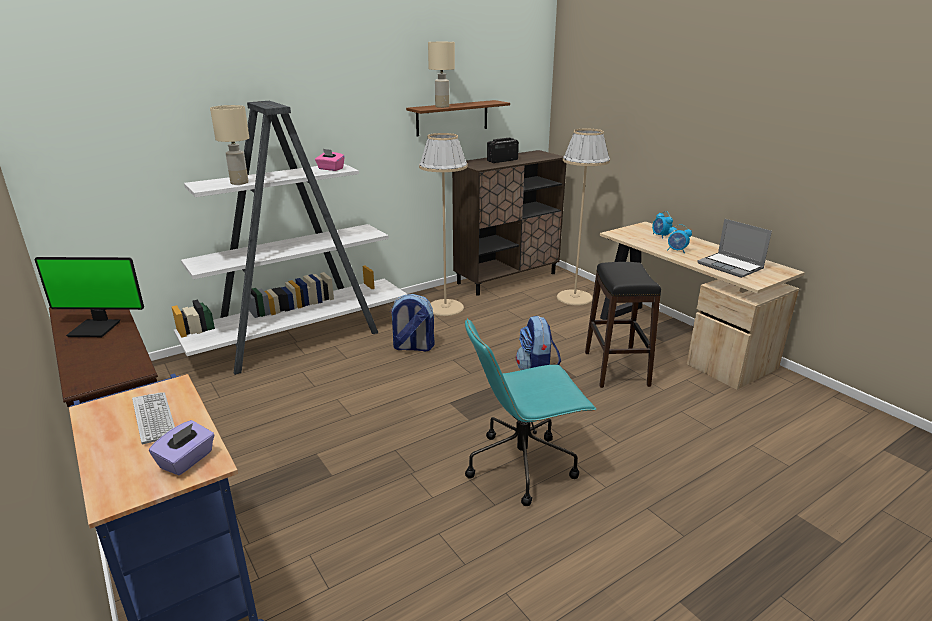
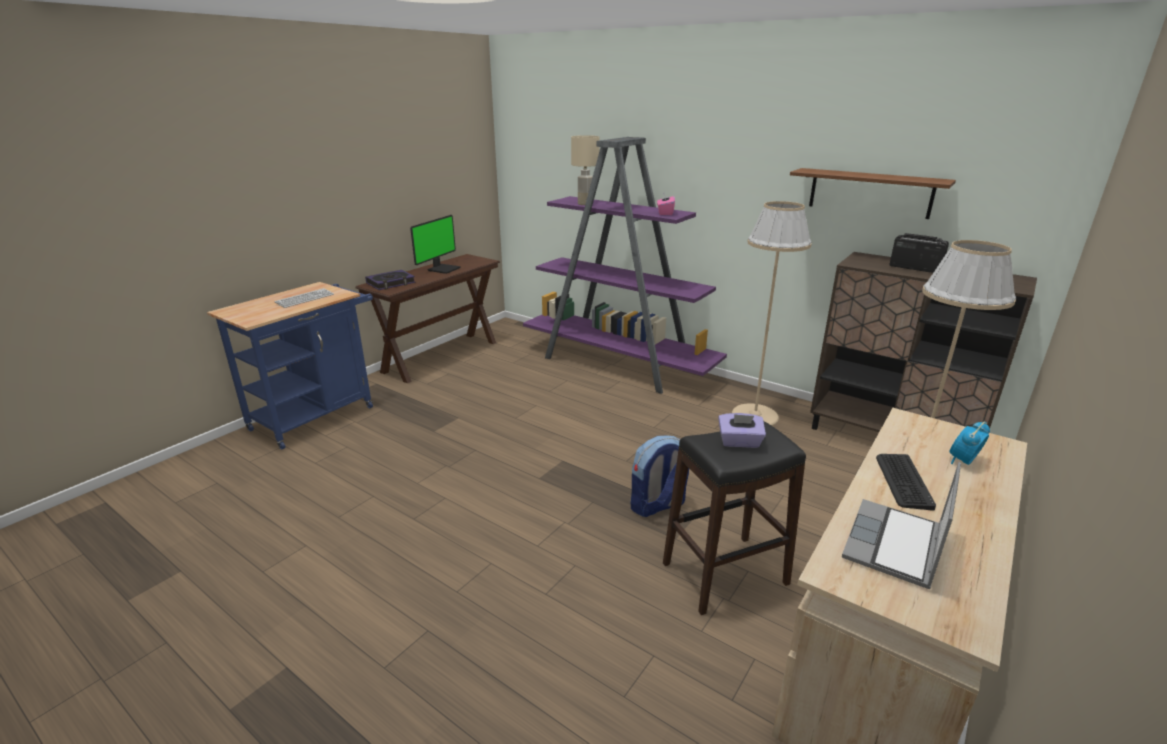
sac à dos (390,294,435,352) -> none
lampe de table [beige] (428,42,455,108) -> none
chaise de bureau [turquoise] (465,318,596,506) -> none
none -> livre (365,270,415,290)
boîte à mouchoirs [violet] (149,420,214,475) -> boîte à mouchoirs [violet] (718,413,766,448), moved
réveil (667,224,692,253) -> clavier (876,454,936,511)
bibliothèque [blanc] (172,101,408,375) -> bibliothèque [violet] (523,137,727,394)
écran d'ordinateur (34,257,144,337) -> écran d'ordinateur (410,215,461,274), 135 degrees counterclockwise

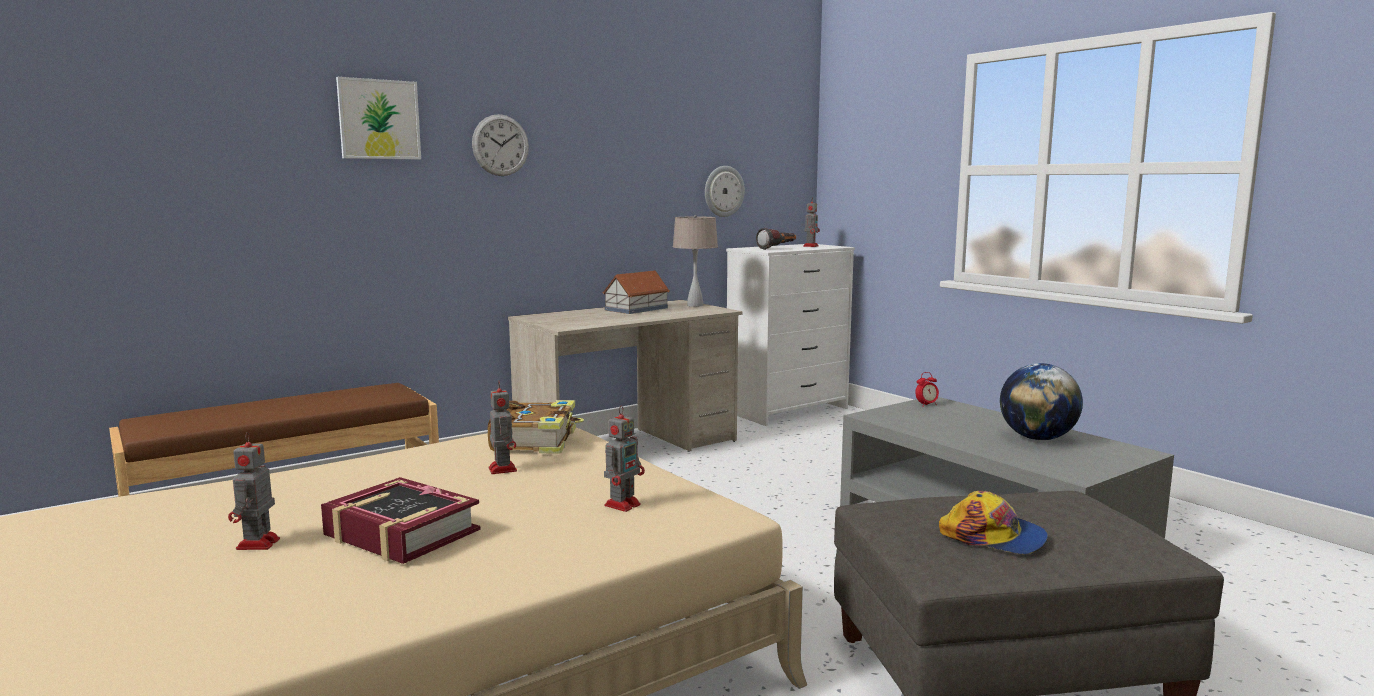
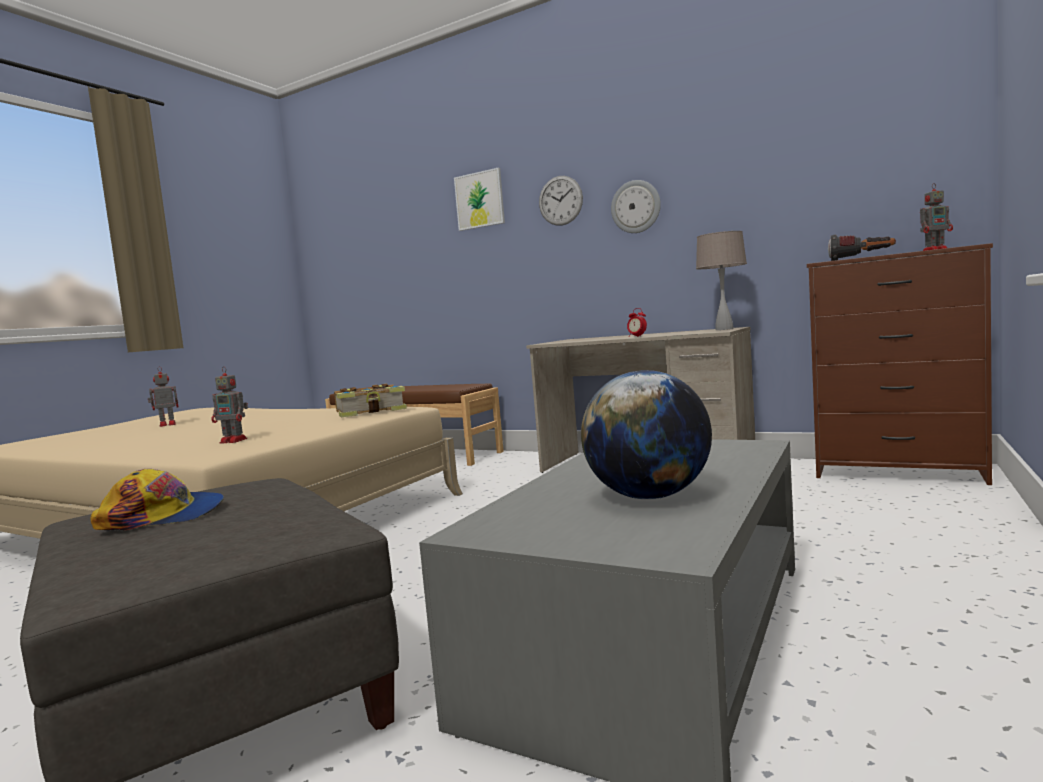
livre (321,477,481,564) -> none
robot jouet (489,382,517,474) -> none
maison miniature (603,270,670,314) -> none
horloge murale (705,166,745,217) -> horloge murale (611,180,661,233), moved
réveil (915,372,939,406) -> réveil (627,308,647,337), moved
commode [blanc] (726,244,855,426) -> commode [marron] (807,243,993,485)
casquette (939,491,1048,554) -> casquette (91,469,224,530), 105 degrees counterclockwise

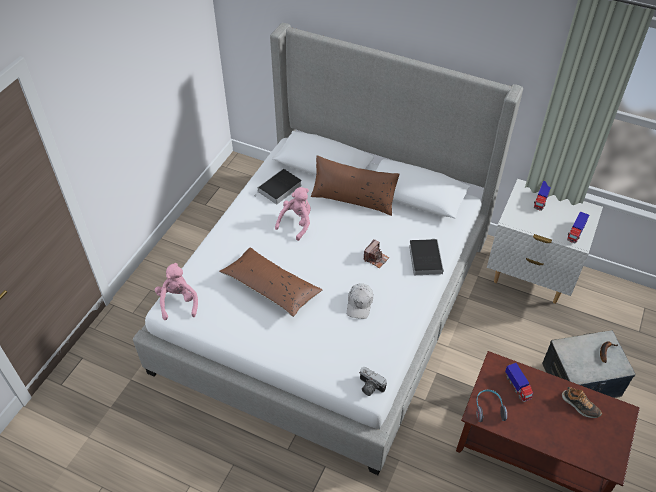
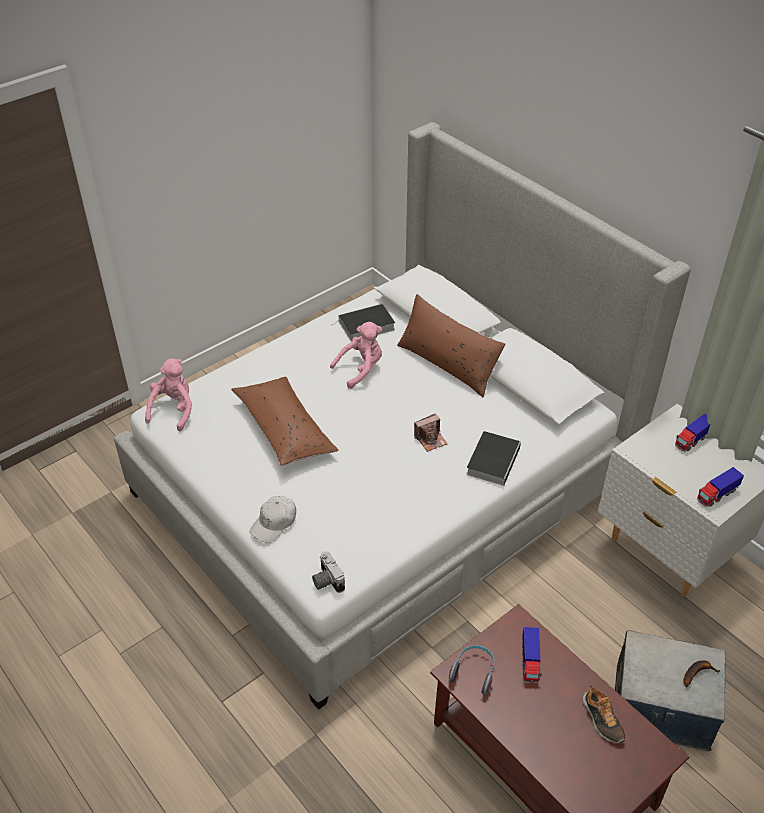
casquette [blanc] (347,283,373,319) -> casquette [blanc] (250,496,296,543), moved

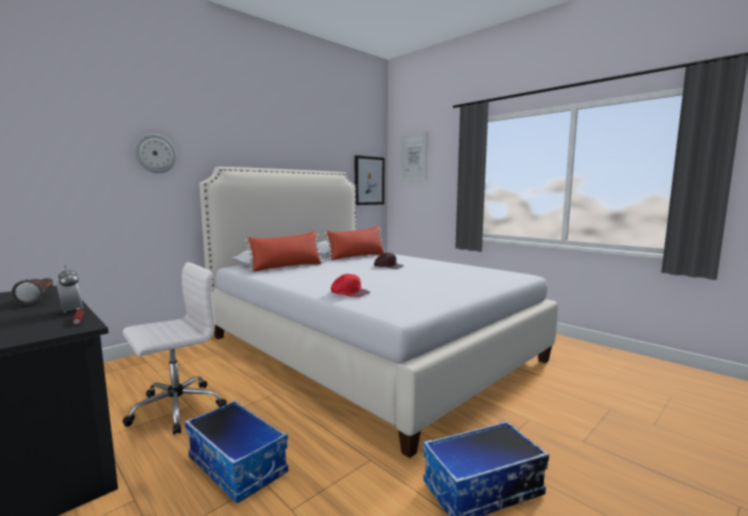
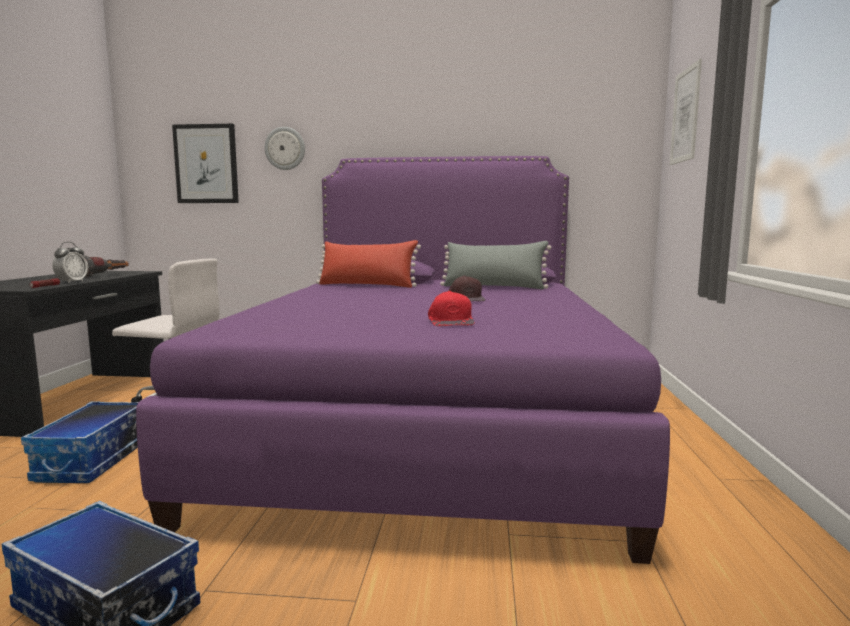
casquette [rouge] (331,273,370,297) -> casquette [rouge] (428,291,475,326), moved
tableau (355,155,384,205) -> tableau (172,124,239,203), moved
lit [blanc] (199,167,558,458) -> lit [violet] (136,156,670,564)
coussin [rouge] (324,226,385,260) -> coussin [gris] (440,241,551,290)

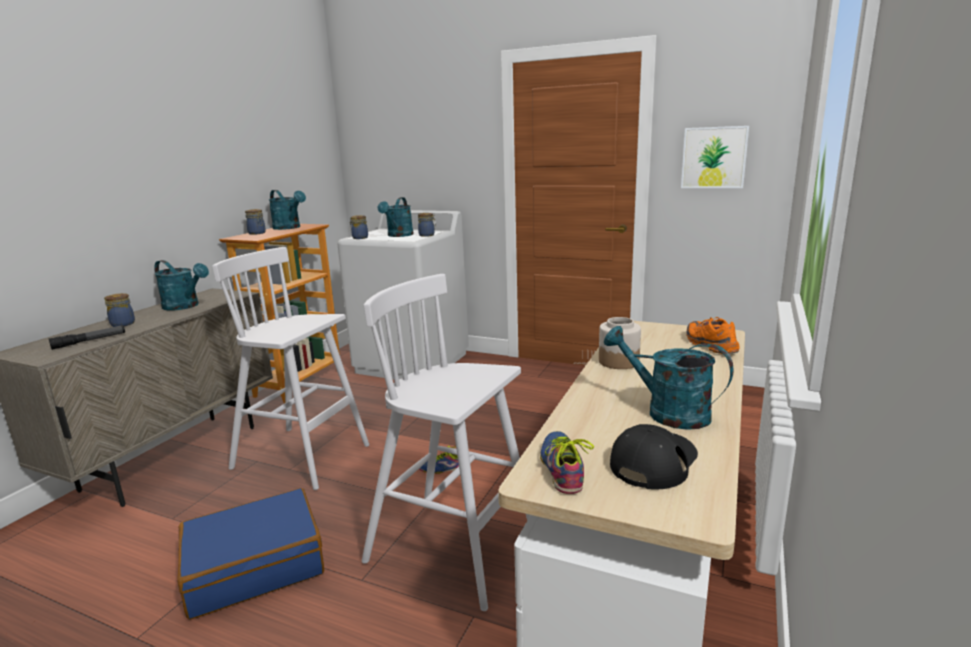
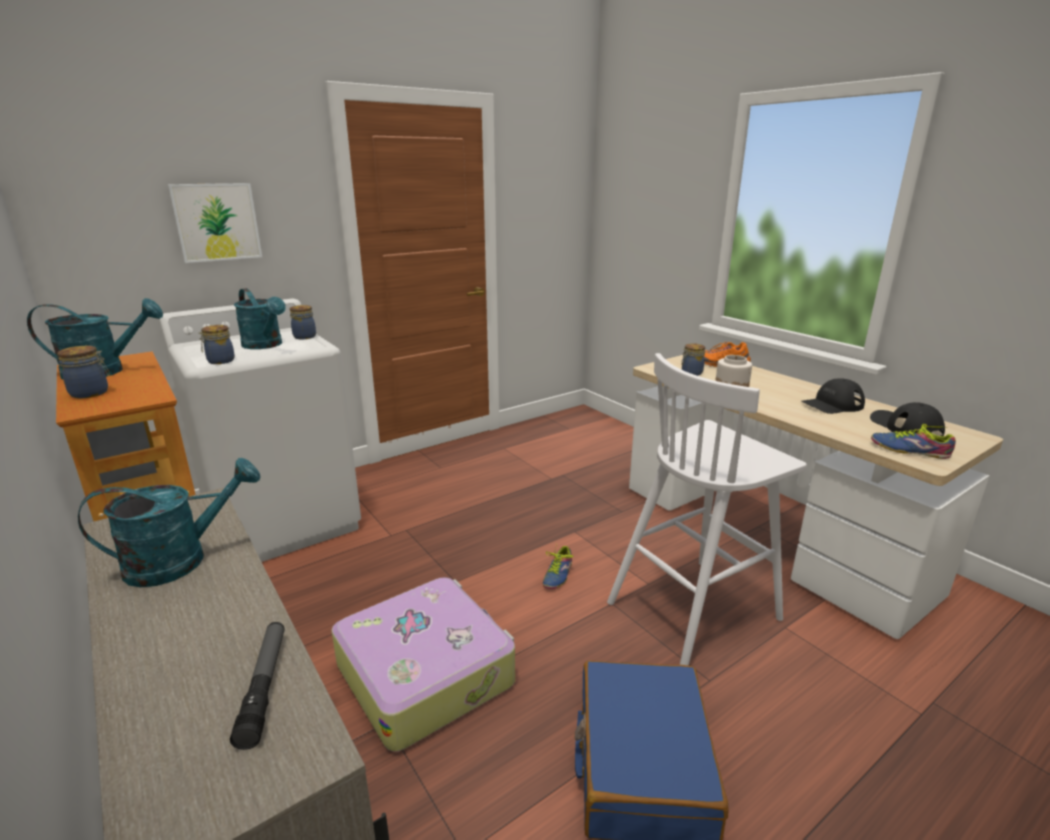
bocal (104,293,135,327) -> bocal (681,343,705,376), moved
tableau (681,126,749,188) -> tableau (168,183,262,263), moved
tabouret [blanc] (212,247,369,490) -> valise (331,578,515,752)
arrosoir [turquoise] (604,326,734,430) -> casquette [noir] (801,378,865,414)

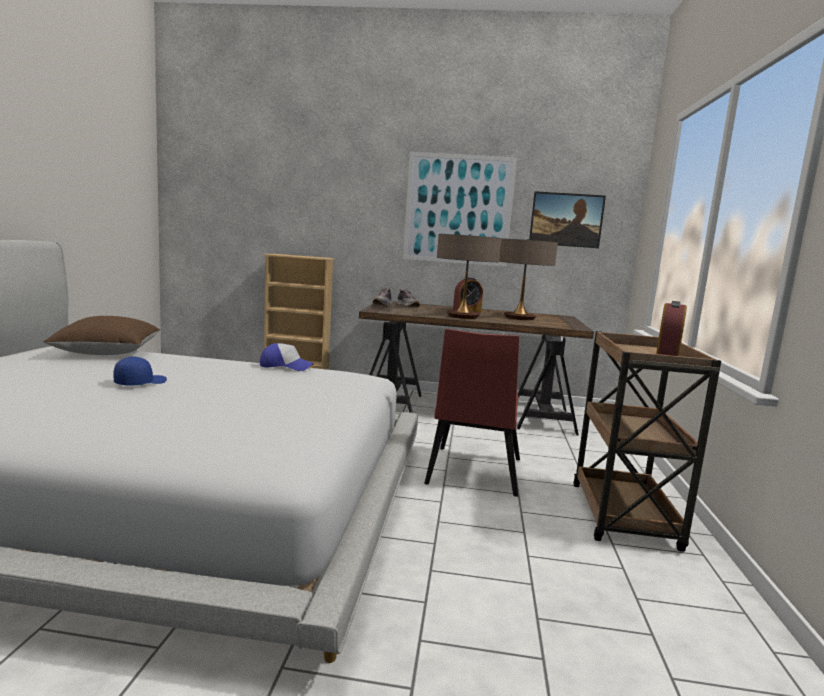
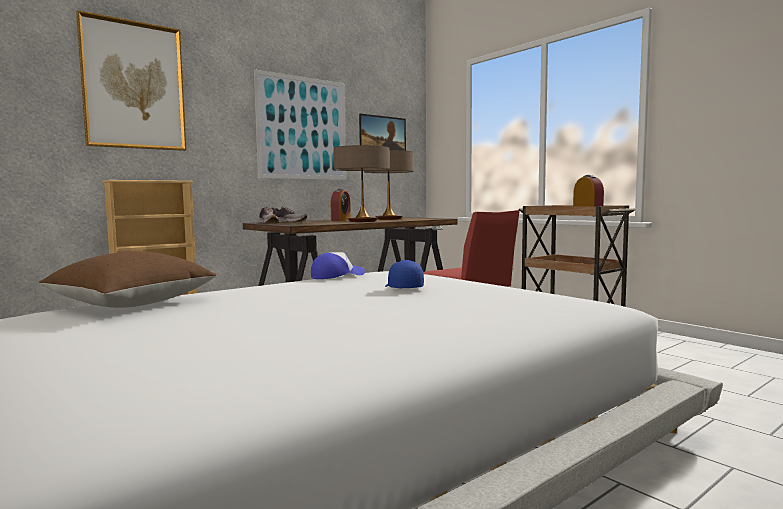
none -> tableau (76,10,187,151)
casquette [bleu] (113,356,167,386) -> casquette [bleu] (385,260,424,288), moved

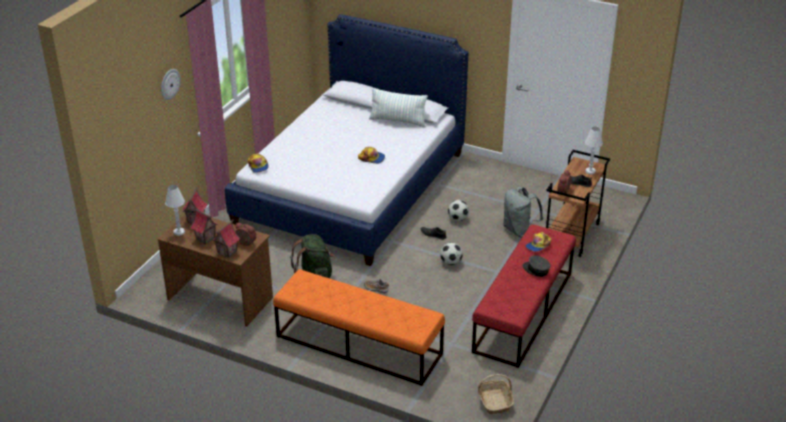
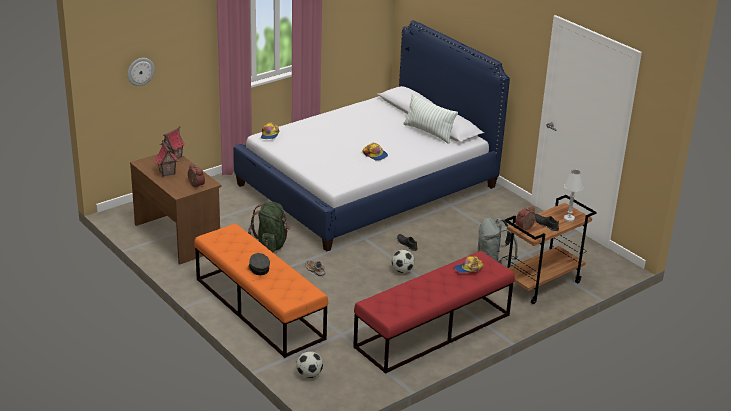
lampe de table [blanc] (165,185,185,236) -> none
maison miniature (212,219,240,258) -> none
panier (478,374,514,414) -> none
horloge murale (161,69,180,100) -> horloge murale (128,58,155,86), moved
ballon de foot (448,200,469,221) -> ballon de foot (296,351,323,378), moved
casquette [gris] (522,255,550,277) -> casquette [gris] (249,253,270,275), moved

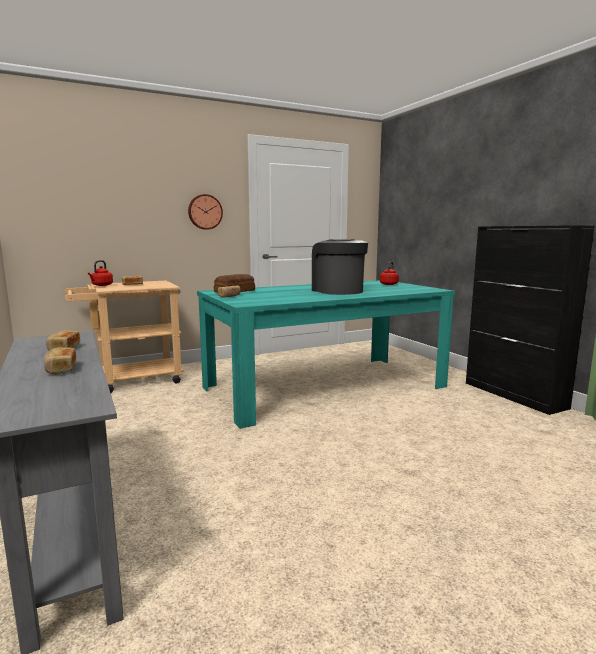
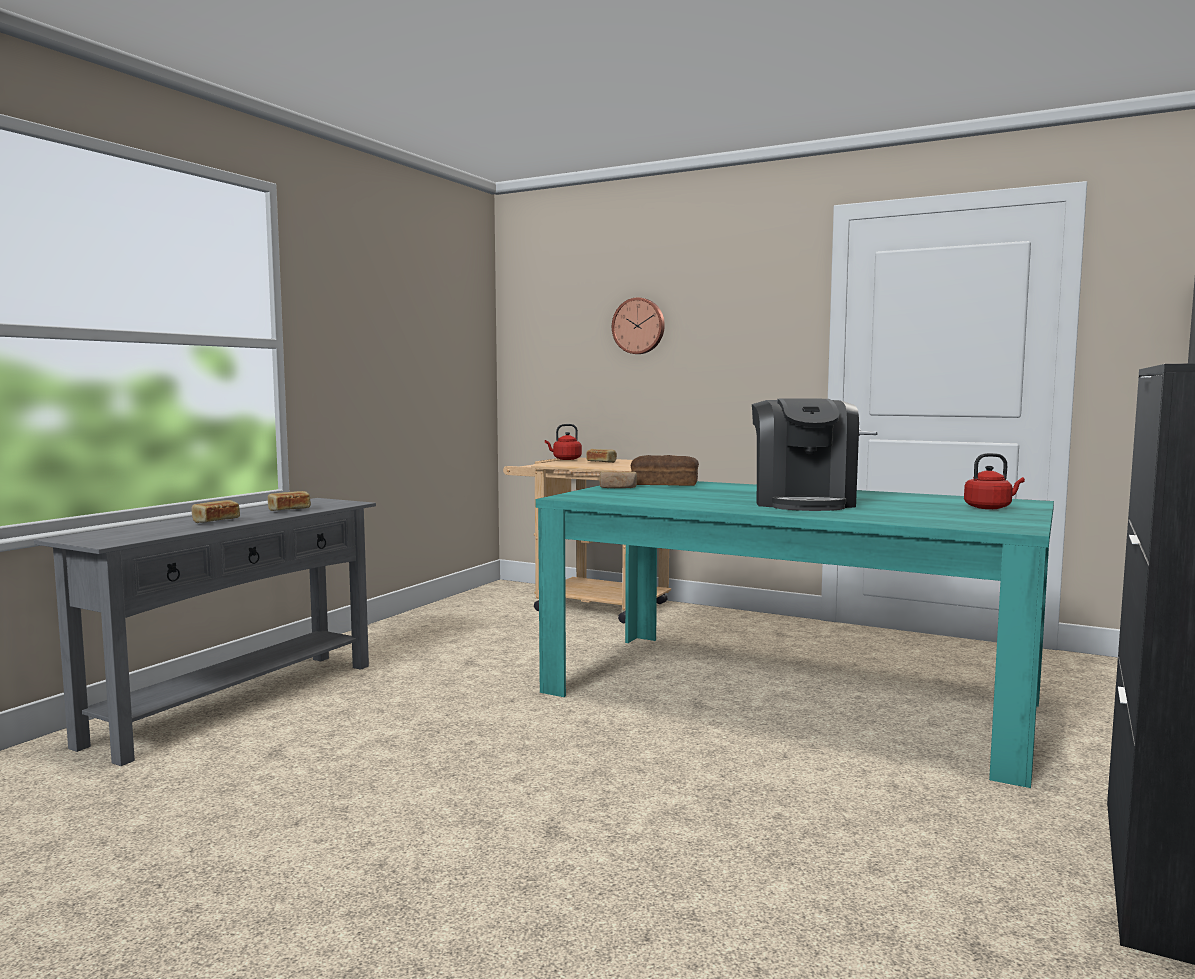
horloge murale (188,194,223,230) -> horloge murale (612,297,665,354), moved
machine à café (312,239,368,295) -> machine à café (752,398,859,511), 150 degrees clockwise

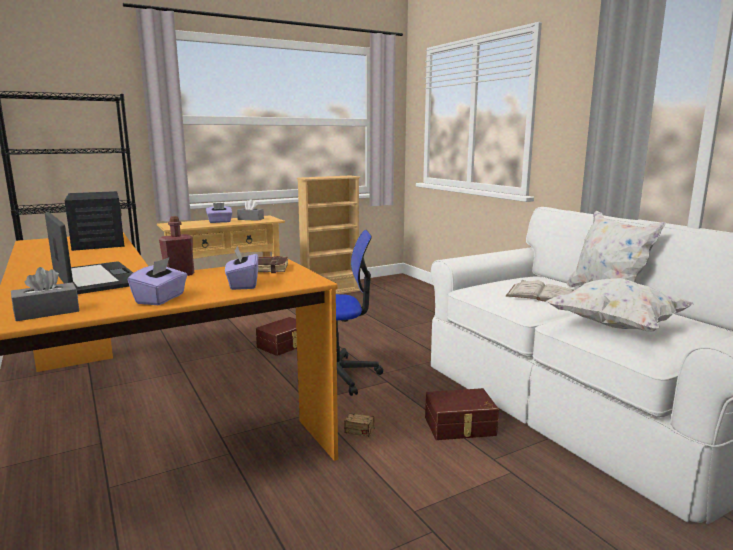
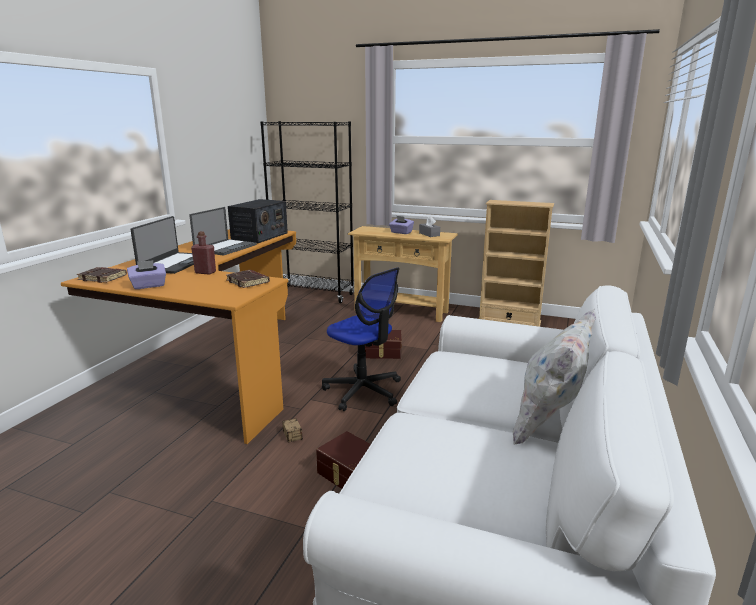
boîte à mouchoirs [violet] (225,246,258,290) -> none
livre [blanc] (506,279,574,302) -> none
coussin [blanc] (546,278,694,332) -> none
none -> ordinateur portable (189,207,257,256)
boîte à mouchoirs [gris] (11,267,79,321) -> livre [marron] (77,267,127,283)

